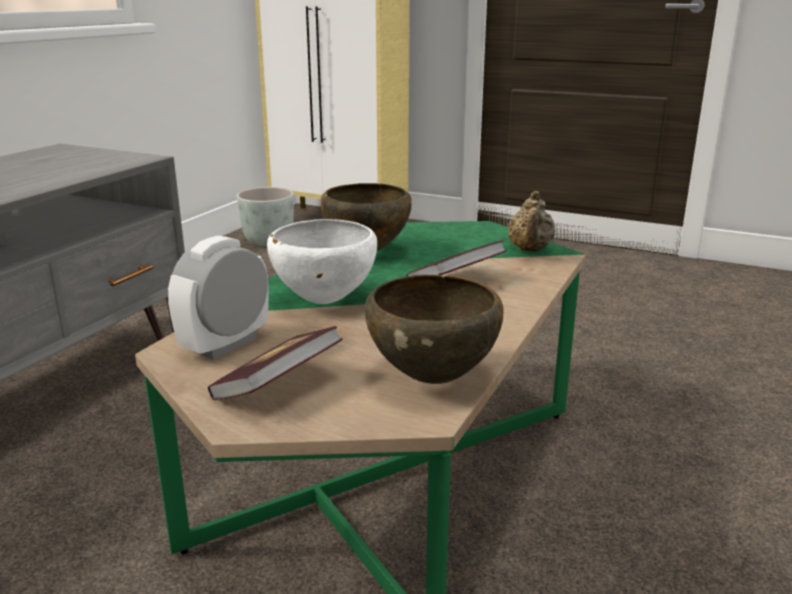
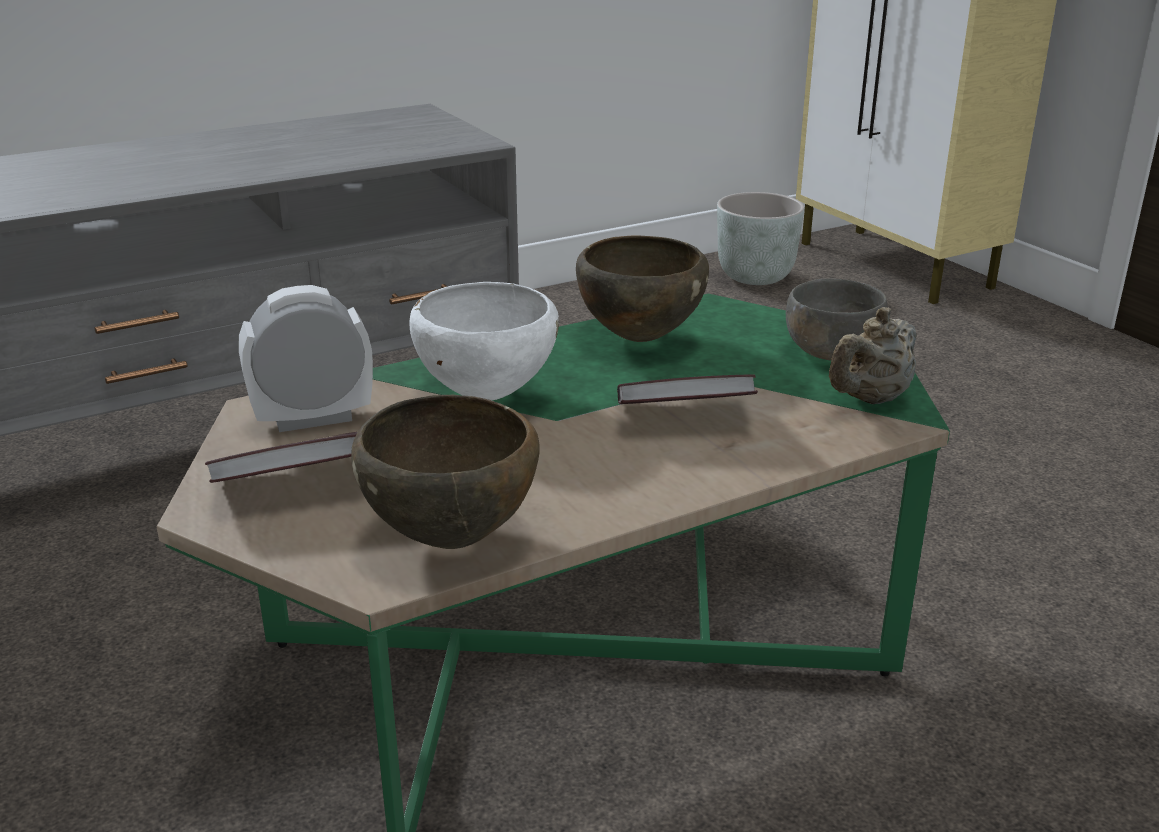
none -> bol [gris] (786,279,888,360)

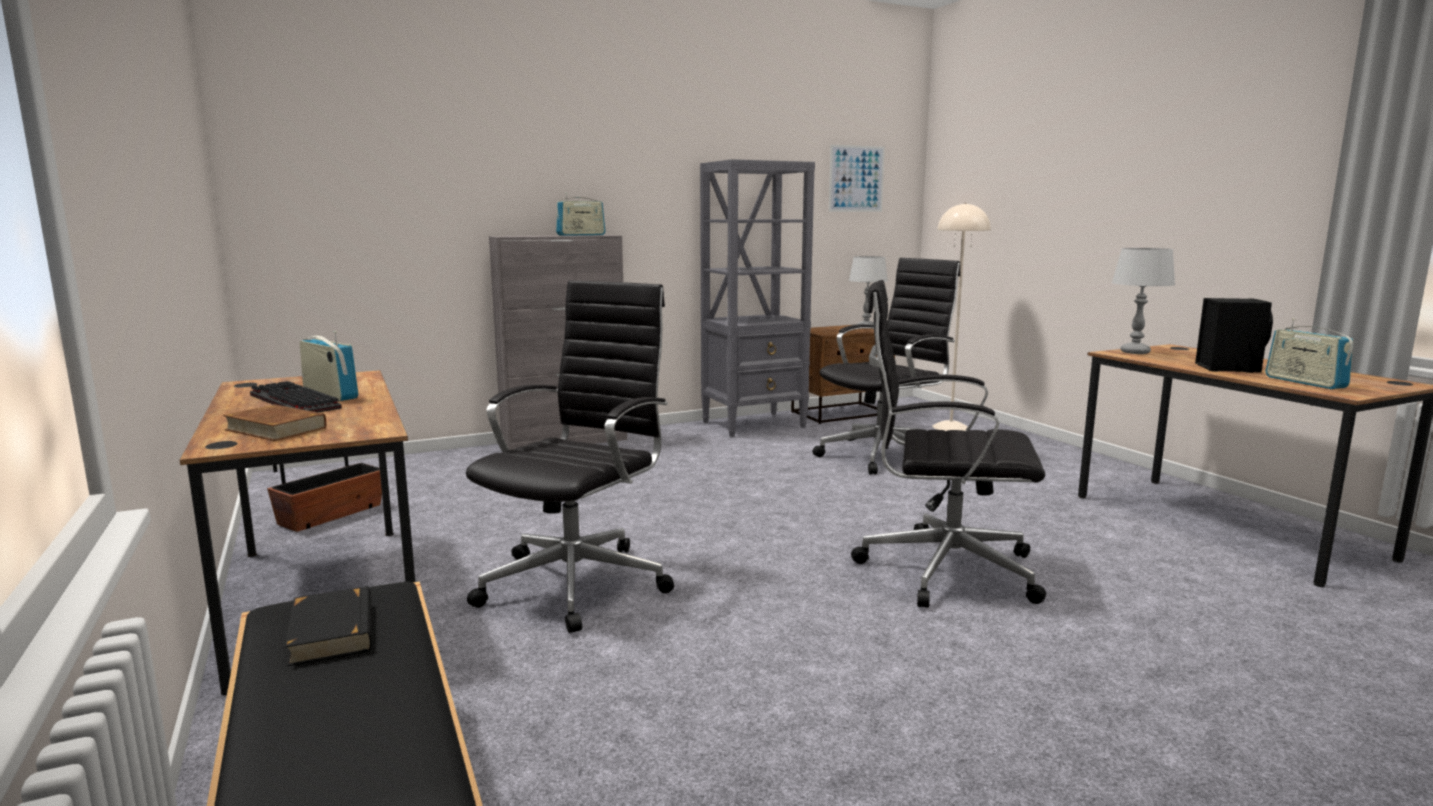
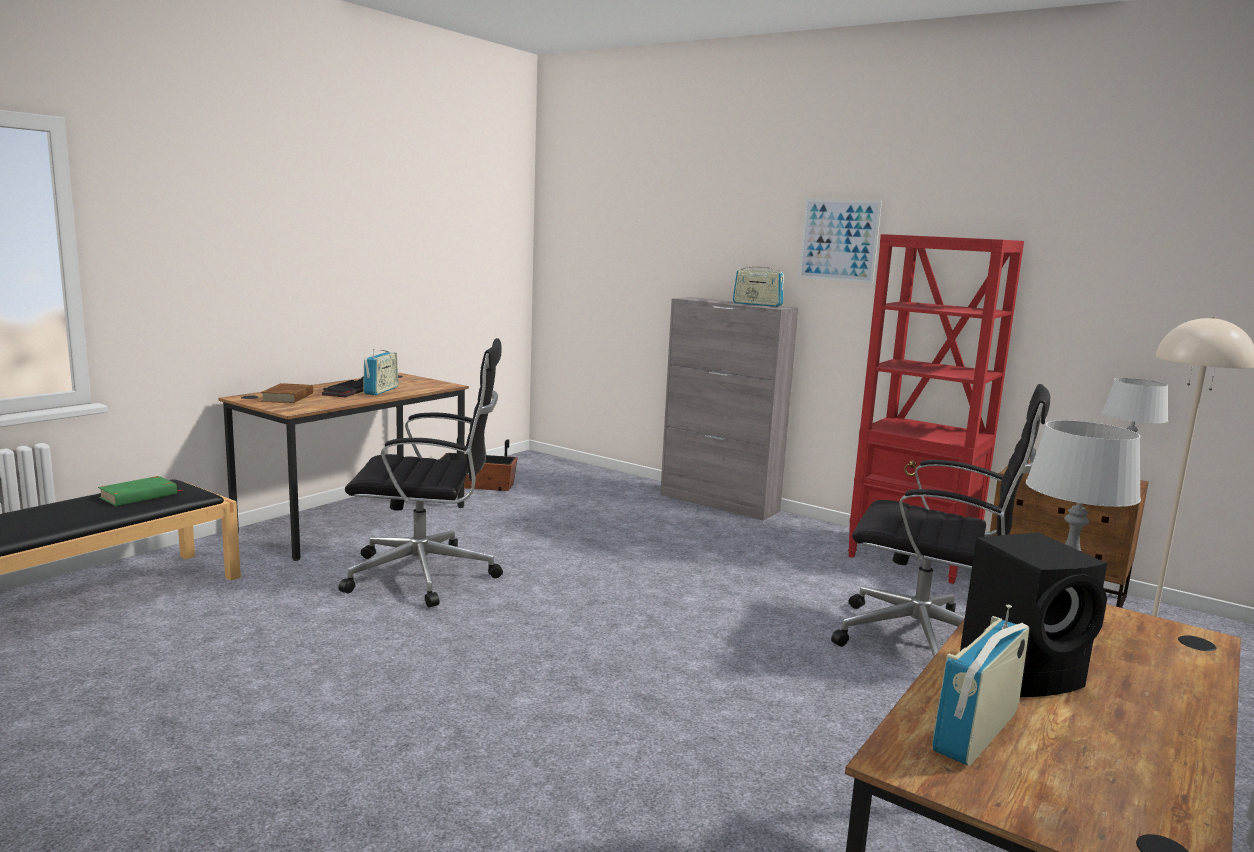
chaise de bureau [noir] (851,280,1046,608) -> none
tableau (829,145,885,212) -> tableau (798,199,882,284), moved
livre [noir] (285,586,371,666) -> livre [vert] (98,476,182,506)
bibliothèque [gris] (700,159,815,437) -> bibliothèque [rouge] (848,234,1024,584)

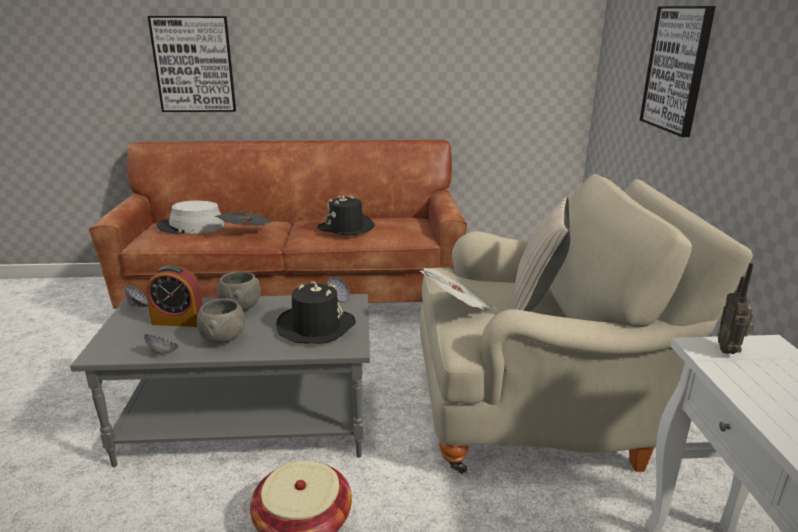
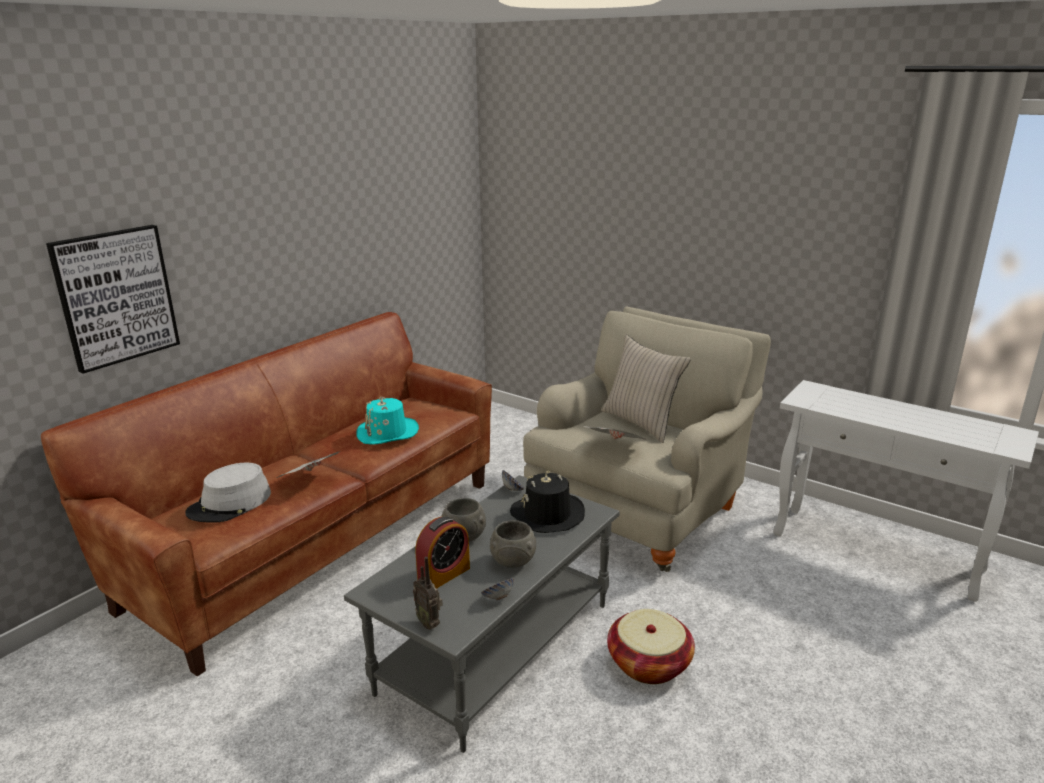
bol (125,285,148,307) -> none
tableau (640,6,716,137) -> none
radio (718,263,754,354) -> radio (413,557,443,630), moved
chapeau [noir] (317,195,375,235) -> chapeau [turquoise] (356,397,419,445)

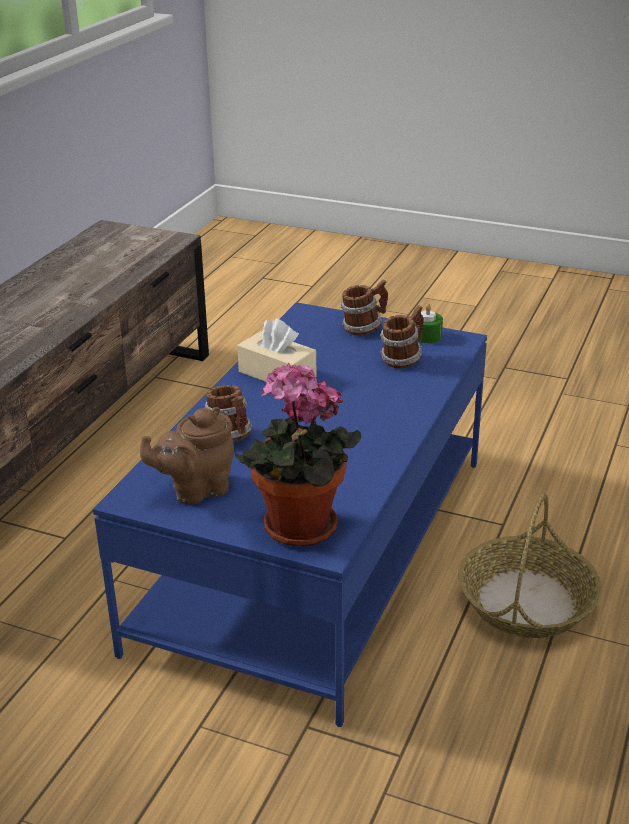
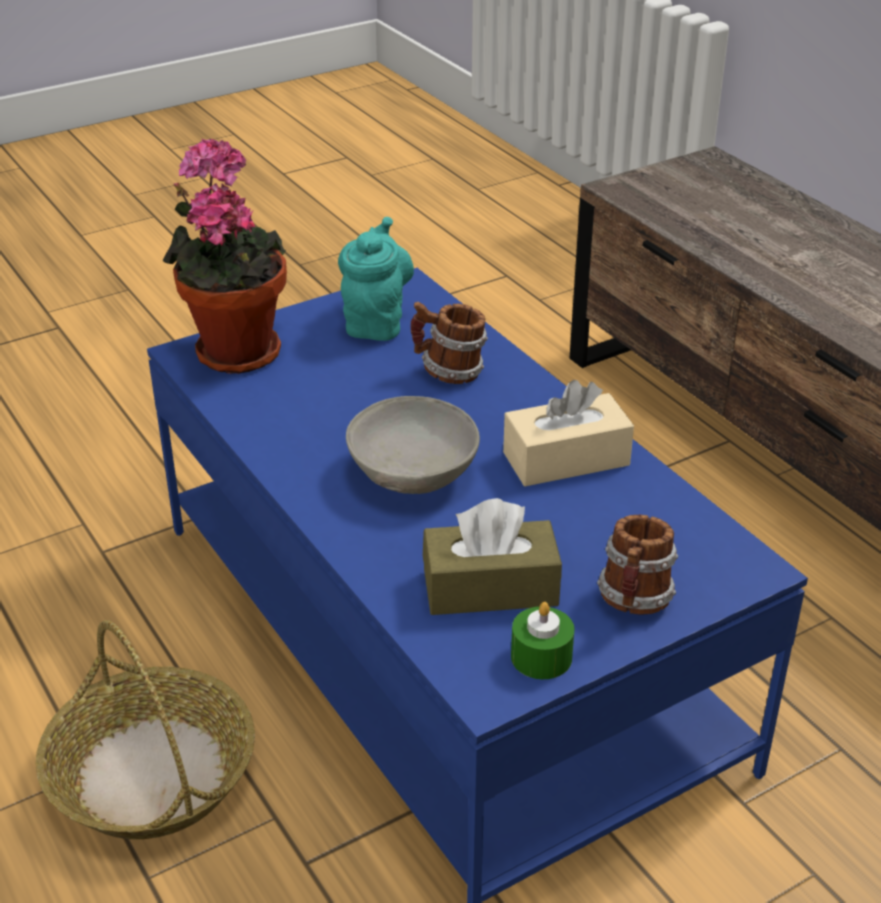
none -> bol [gris] (346,396,480,494)
mug (380,306,424,369) -> boîte à mouchoirs [marron] (423,498,562,615)
théière [marron] (140,407,234,505) -> théière [turquoise] (338,217,414,341)

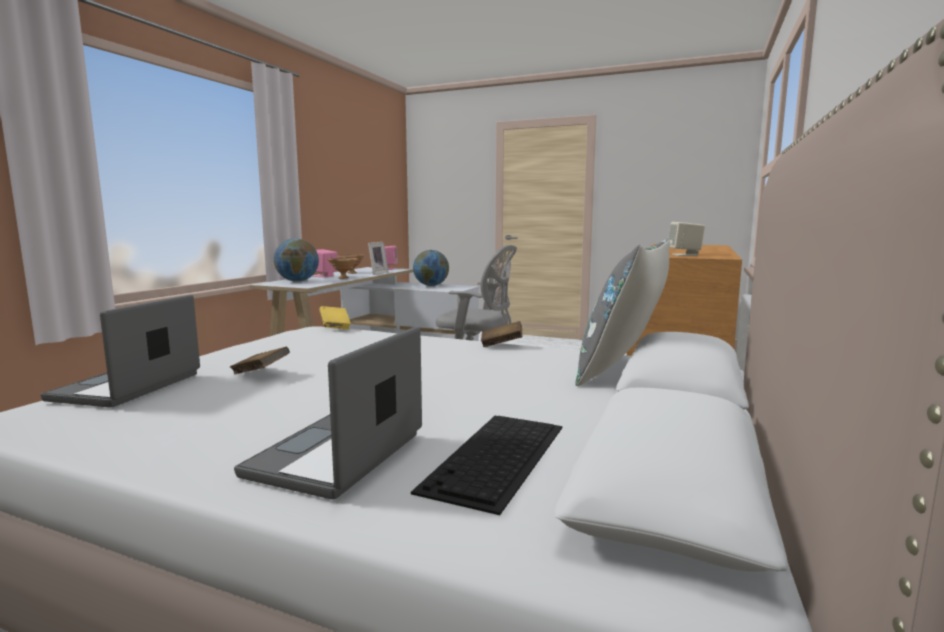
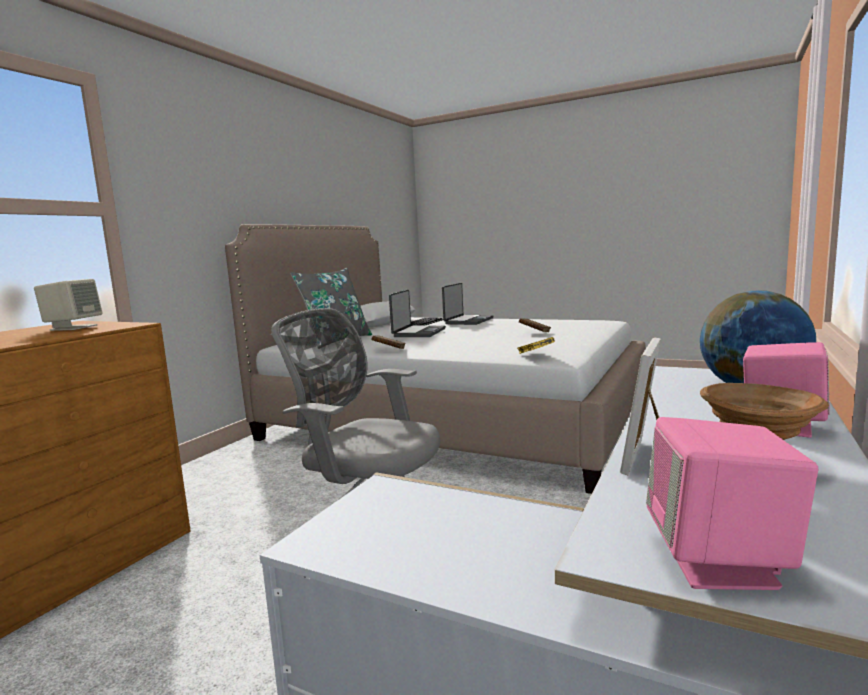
bol [marron] (327,258,358,279) -> none
globe (413,250,449,286) -> none
ordinateur portable (40,295,200,408) -> ordinateur portable (389,290,446,337), moved

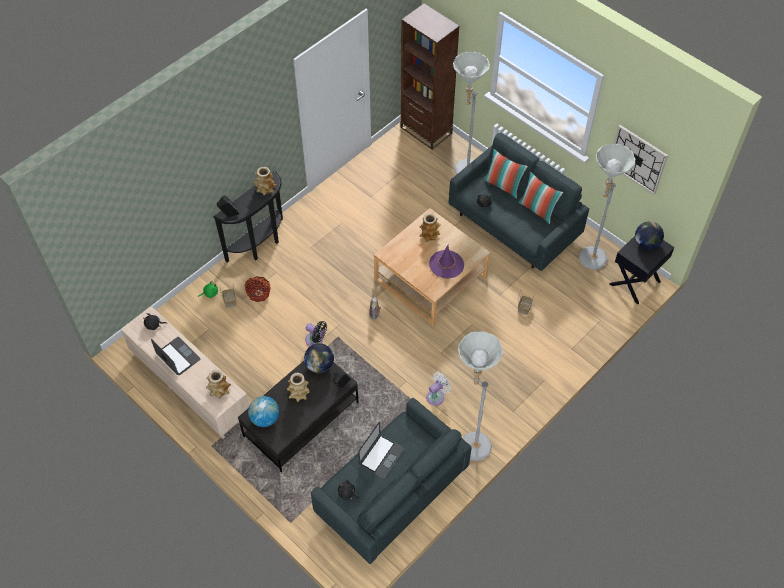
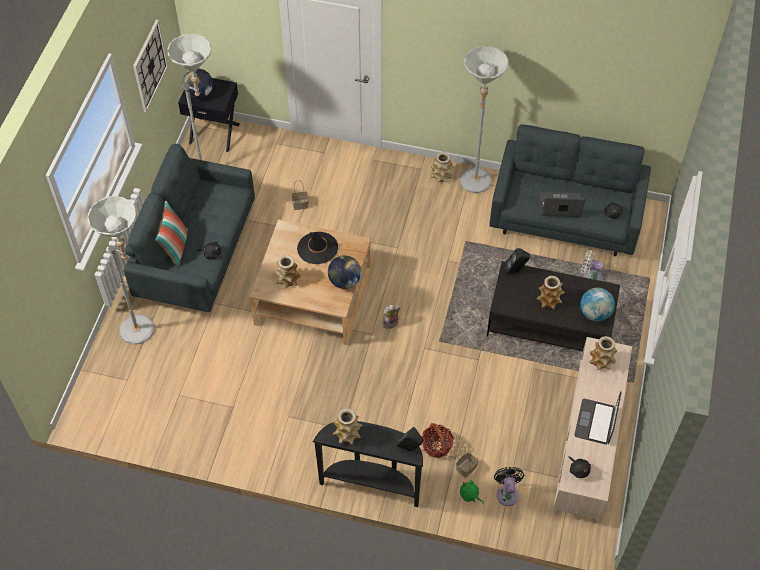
bibliothèque [marron] (400,4,460,149) -> none
coussin (518,172,563,224) -> none
none -> vase (431,152,454,182)
globe (304,343,334,373) -> globe (328,255,361,289), moved
ventilateur [noir] (305,321,327,346) -> ventilateur [noir] (494,467,524,506), moved
ventilateur [blanc] (426,372,452,406) -> ventilateur [blanc] (581,250,604,281), moved
chapeau [violet] (429,244,464,279) -> chapeau [noir] (297,232,338,264)

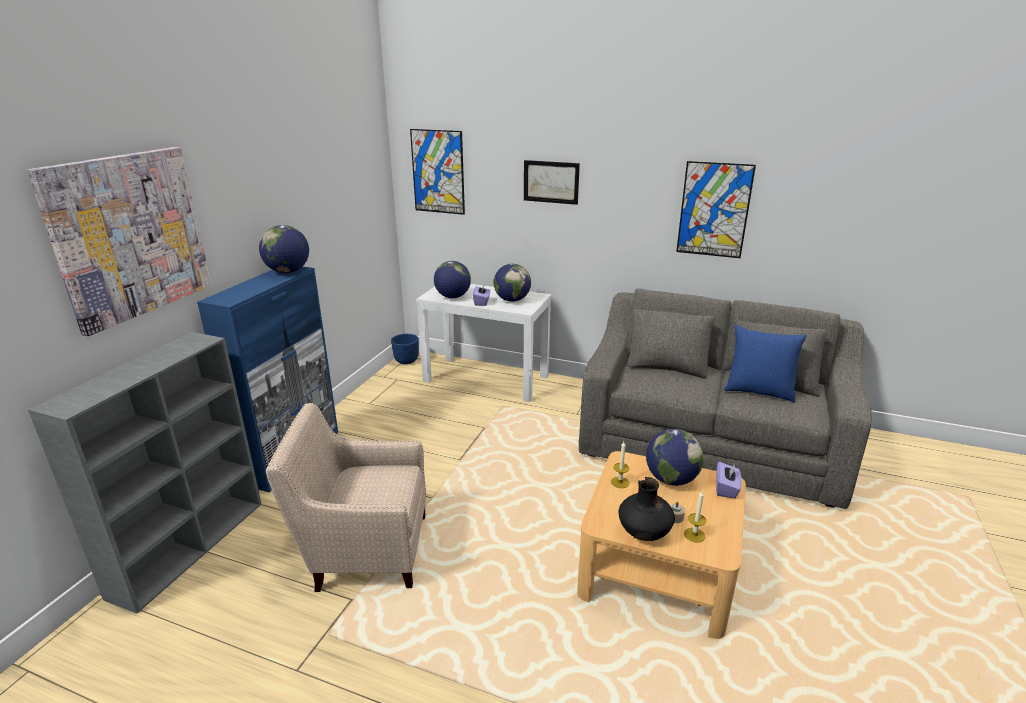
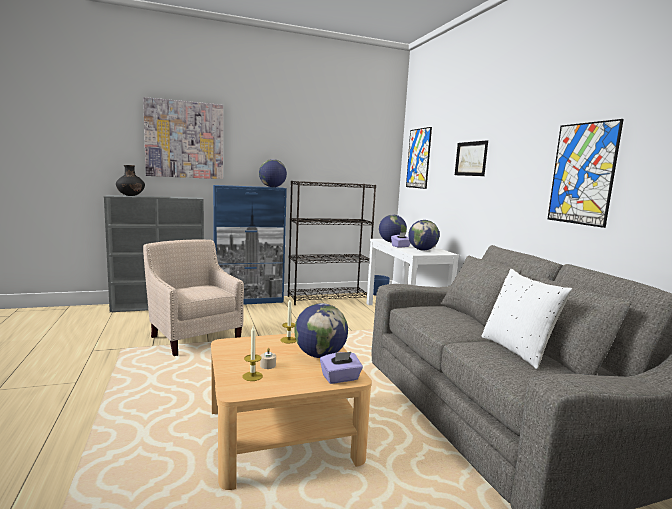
none -> bibliothèque [noir] (288,181,376,305)
vase [noir] (618,477,675,541) -> vase [noir] (116,165,145,196), moved
coussin [bleu] (724,325,807,402) -> coussin [blanc] (481,269,572,369)

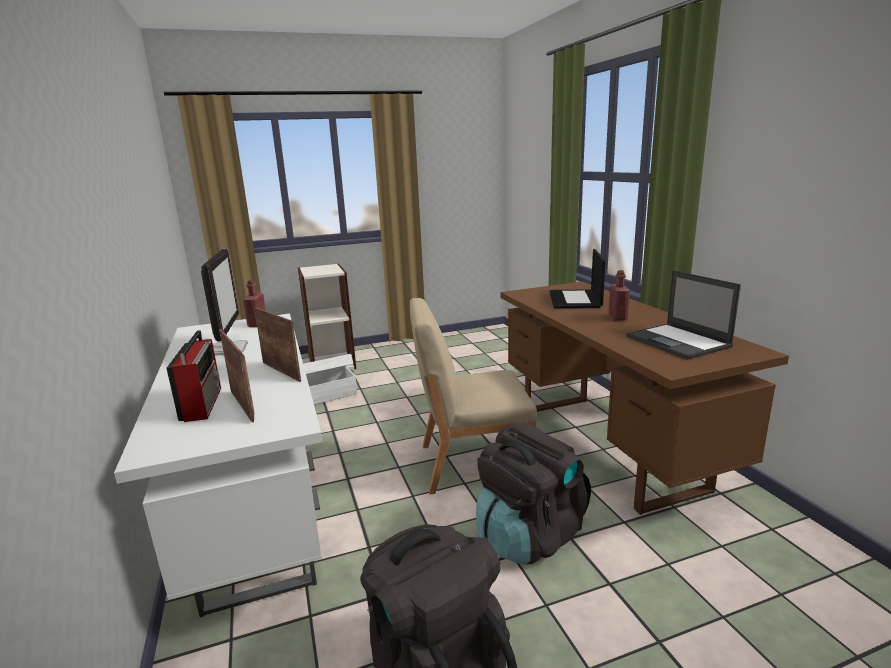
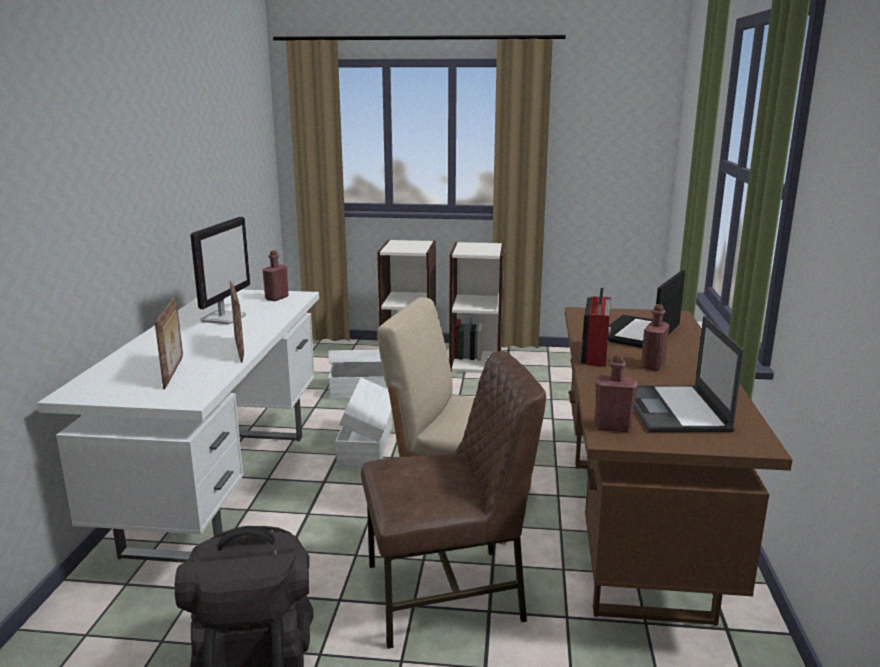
none -> boîte de rangement [blanc] (336,378,392,467)
none -> bibliothèque (449,242,504,373)
none -> bouteille [rouge] (595,354,638,432)
radio (166,330,221,422) -> radio (581,288,611,367), moved
sac à dos [noir] (476,423,591,565) -> chaise [marron] (361,351,546,649)

